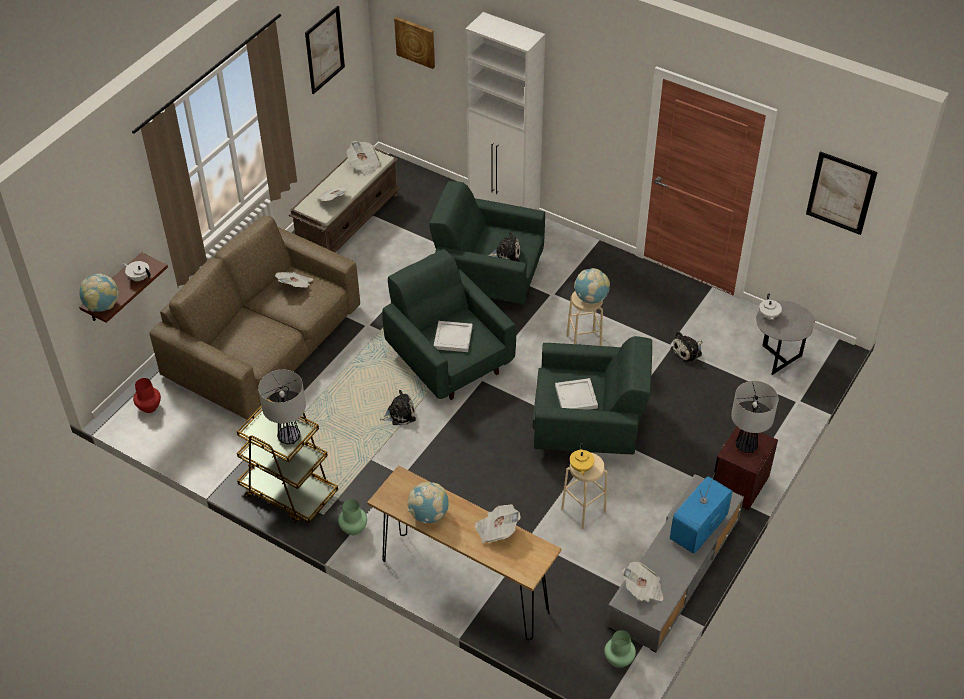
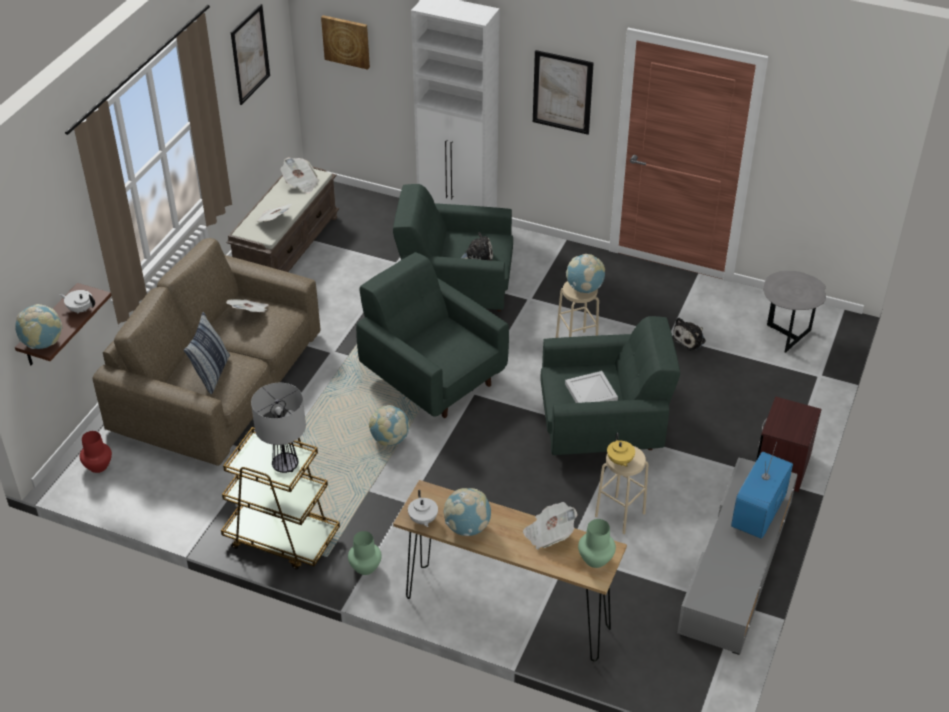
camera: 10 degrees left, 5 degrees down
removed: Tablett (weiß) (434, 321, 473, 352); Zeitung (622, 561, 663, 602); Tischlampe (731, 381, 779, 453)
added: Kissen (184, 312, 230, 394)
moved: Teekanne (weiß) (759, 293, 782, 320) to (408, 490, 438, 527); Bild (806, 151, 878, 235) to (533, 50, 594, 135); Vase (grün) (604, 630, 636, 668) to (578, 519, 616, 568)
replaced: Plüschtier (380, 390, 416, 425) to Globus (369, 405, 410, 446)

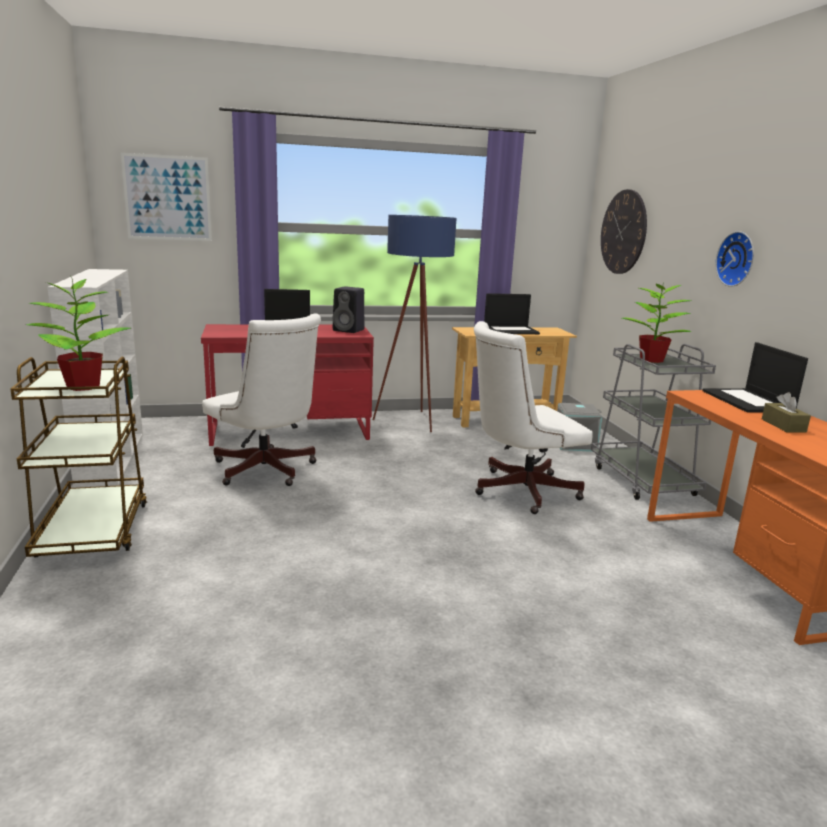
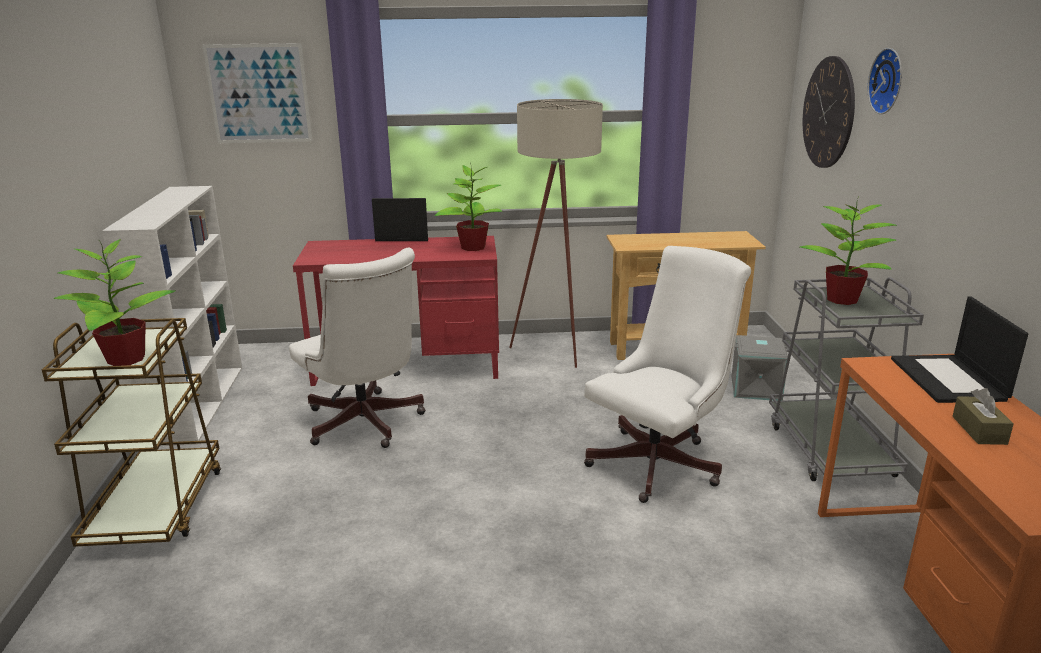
camera: 10 degrees right, 5 degrees up
removed: Laptop (484, 293, 540, 334)
moved: Wanduhr (715, 231, 754, 287) to (868, 48, 902, 114)
replaced: Lautsprecher (schwarz) (333, 286, 364, 333) to Topfpflanze (435, 163, 503, 251)
recoloured: Stehlampe (blau) (372, 215, 456, 432) to Stehlampe (beige) (509, 99, 603, 368)
turned: Bürostuhl (weiß) (474, 321, 593, 514) = (584, 246, 751, 503) 150 degrees clockwise

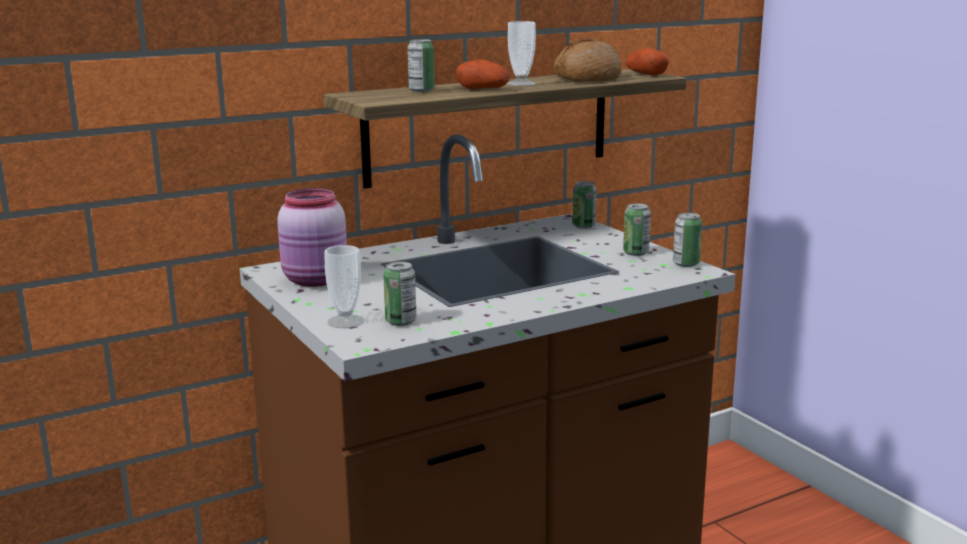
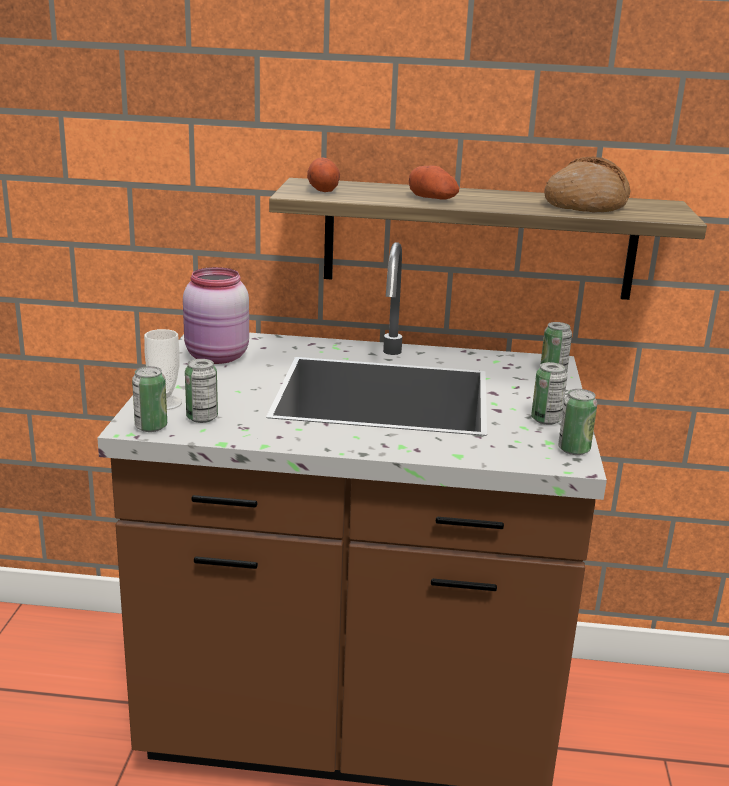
camera: 35 degrees right, 5 degrees up
removed: Tasse (507, 21, 536, 86)
moved: Dose (407, 39, 435, 92) to (132, 366, 167, 432); Kartoffel (625, 48, 668, 76) to (307, 157, 340, 192)

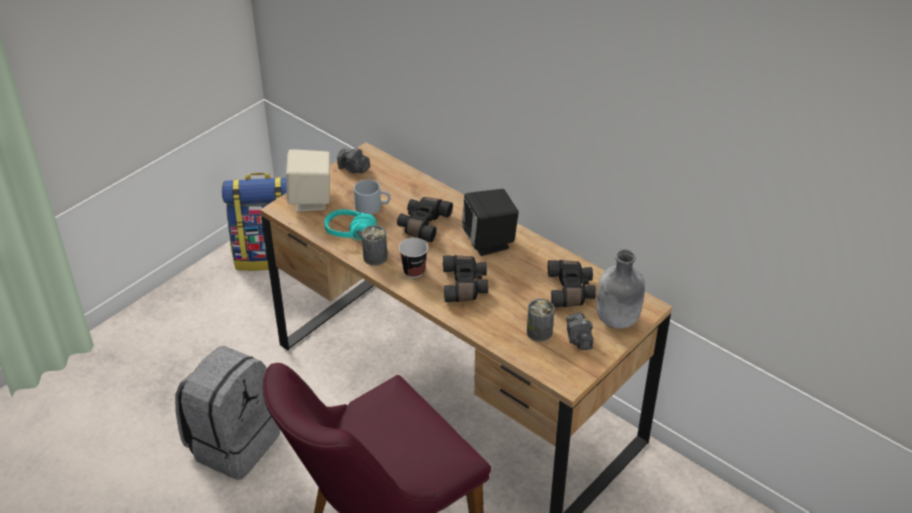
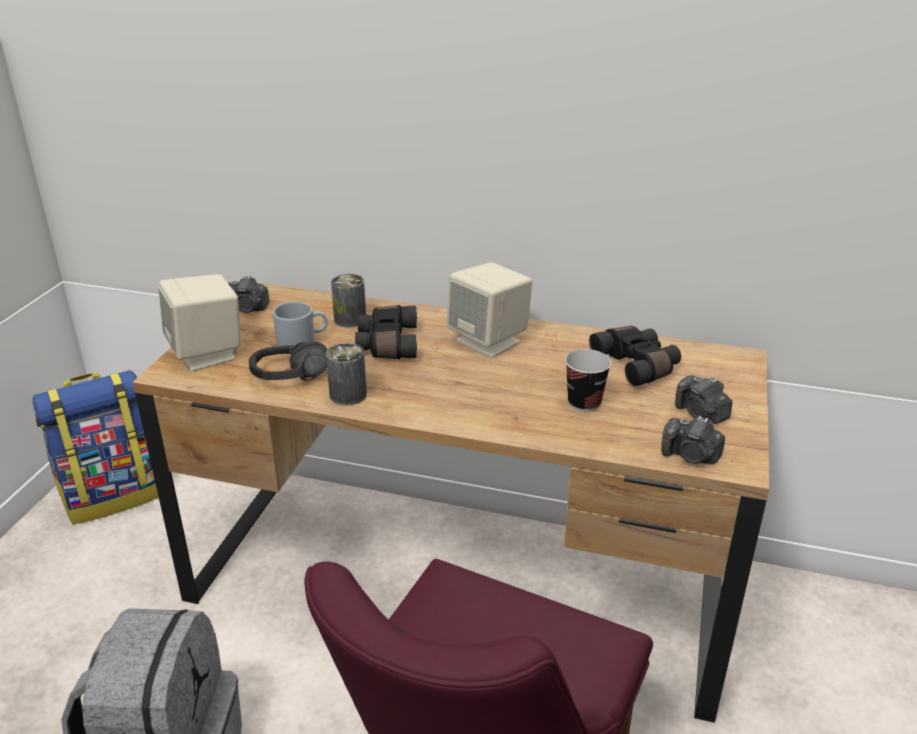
camera: 25 degrees left, 10 degrees down
removed: Fernglas (schwarz) (443, 255, 488, 302); Flasche (grau) (596, 250, 645, 329)
added: Kamera (661, 416, 725, 464)
moved: Dose (527, 299, 554, 342) to (331, 274, 366, 328); Tasse (399, 238, 428, 278) to (565, 349, 611, 412)
recoloured: Kopfhörer (türkis) (324, 209, 376, 240) to Kopfhörer (schwarz) (249, 341, 328, 381); Lautsprecher (schwarz) (461, 189, 519, 256) to Lautsprecher (beige) (446, 262, 532, 358)

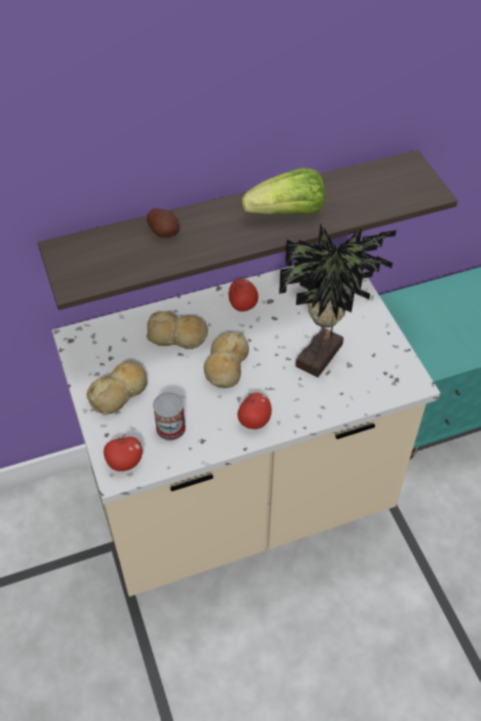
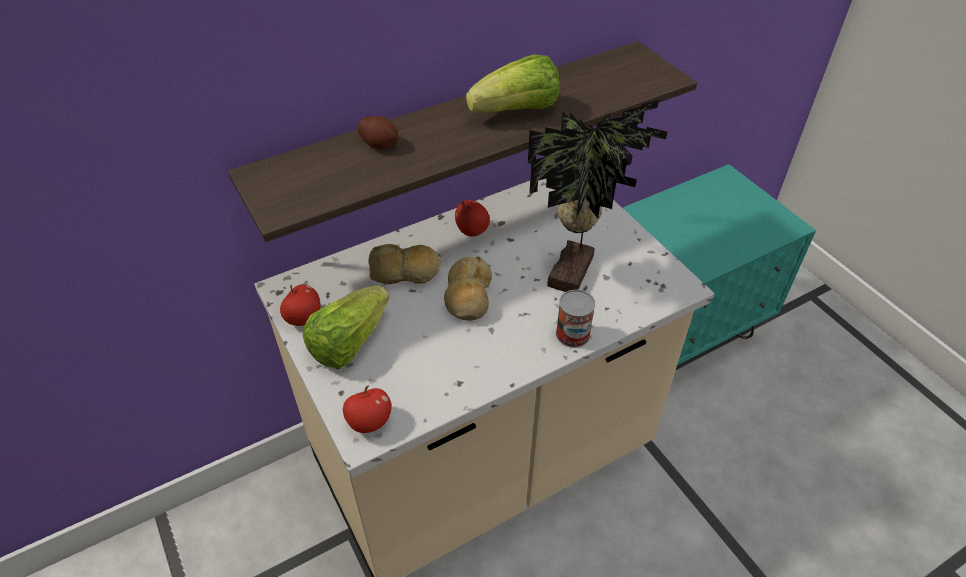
camera: 10 degrees left, 5 degrees down
moved: Apfel (238, 393, 272, 429) to (280, 285, 321, 326); Dose (153, 392, 186, 441) to (556, 290, 595, 348)
replaced: Brot (87, 361, 147, 415) to Salatkopf (302, 285, 390, 369)

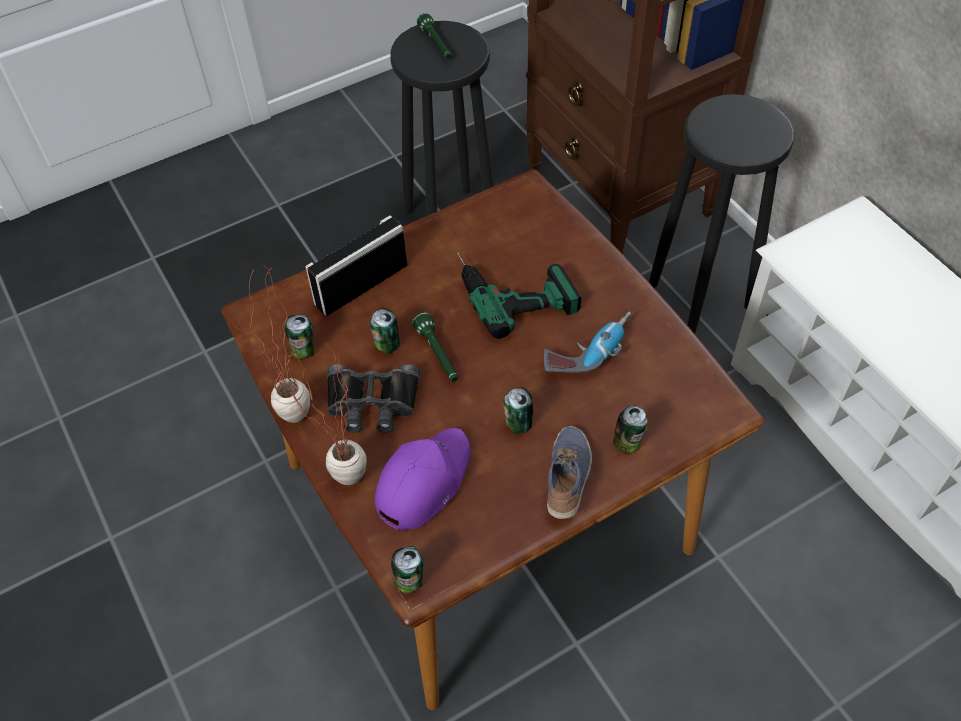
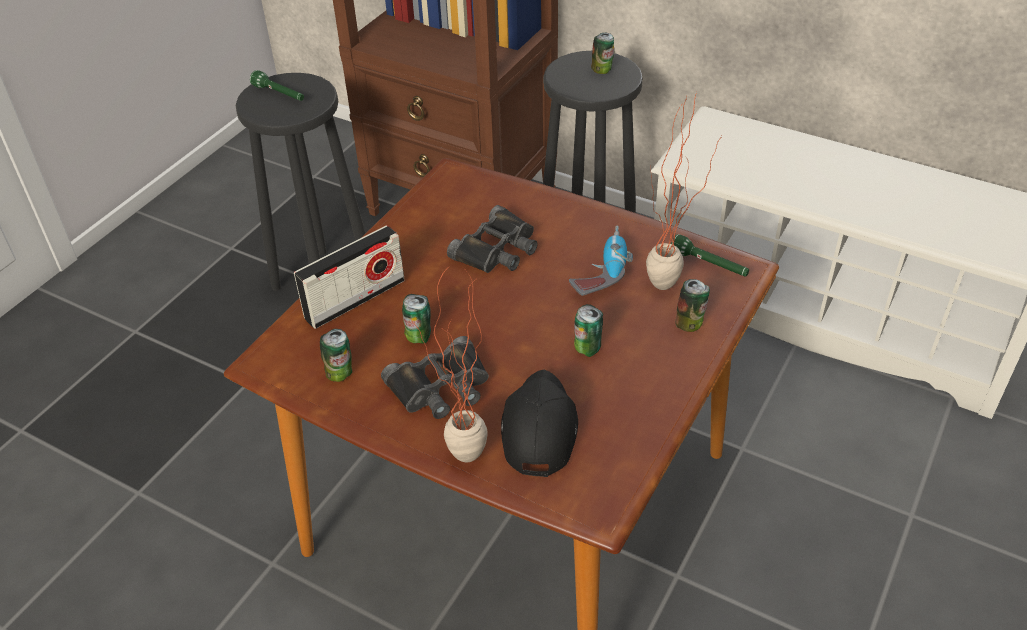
camera: 30 degrees left, 10 degrees down
removed: Schuh (547, 426, 592, 519)
moved: Dose (391, 546, 424, 593) to (591, 33, 614, 74); Topfpflanze (234, 265, 310, 423) to (646, 92, 722, 290); Taschenlampe (grün) (412, 312, 458, 382) to (671, 234, 749, 276)
replaced: Bohrmaschine (457, 252, 582, 339) to Fernglas (schwarz) (447, 205, 537, 273)
recoloured: Kappe (lila) (375, 428, 471, 530) to Kappe (schwarz) (501, 370, 578, 477)
turned: Radio (305, 215, 407, 316) = (294, 225, 405, 329) 150 degrees counterclockwise

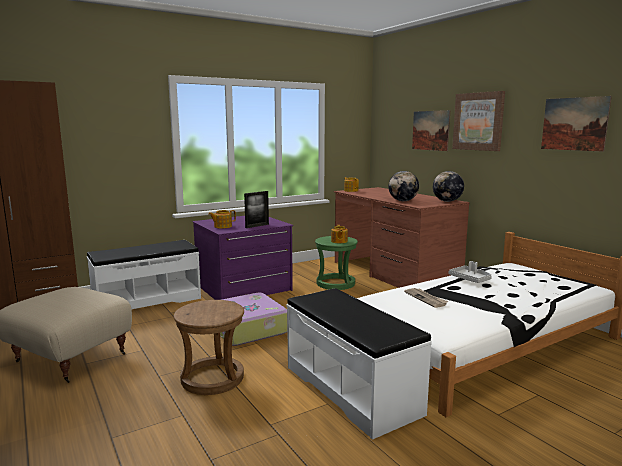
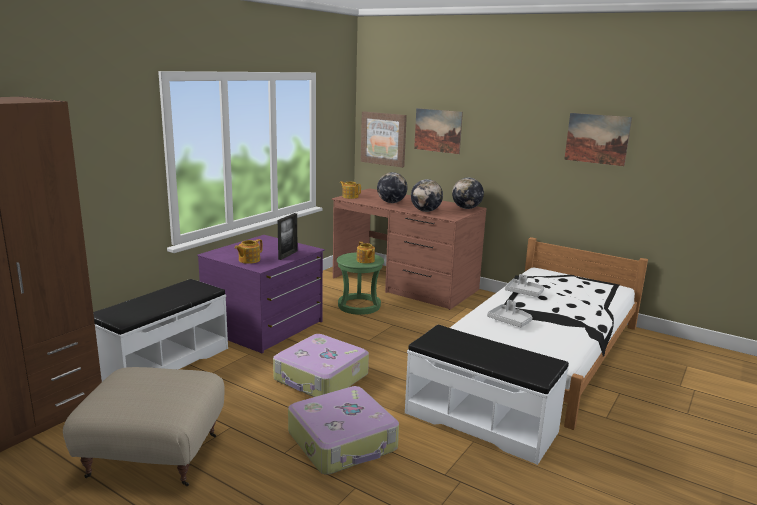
camera: 25 degrees left, 5 degrees up
added: Globus (377, 172, 408, 203)
moved: Bild (452, 91, 505, 151) to (361, 112, 407, 167)
replaced: Hocker (braun) (173, 300, 244, 395) to Koffer (288, 386, 399, 475); Zeitung (404, 288, 449, 308) to Tablett (grau) (487, 300, 533, 327)

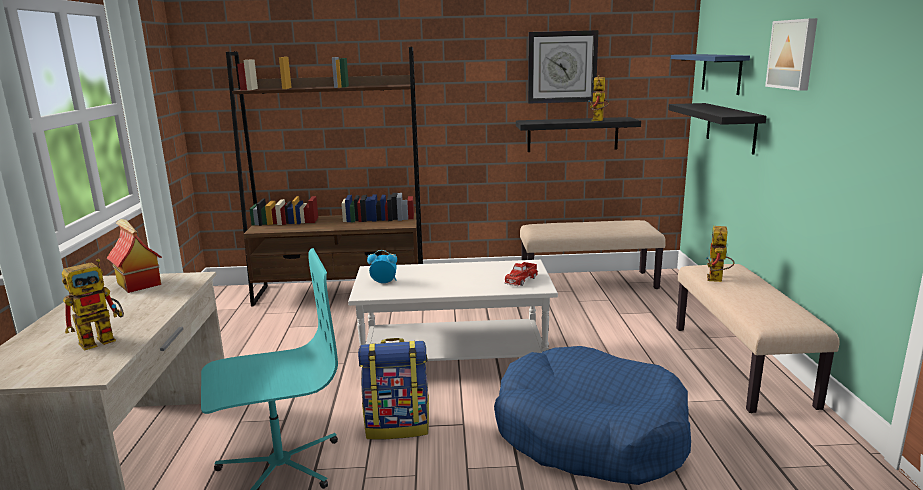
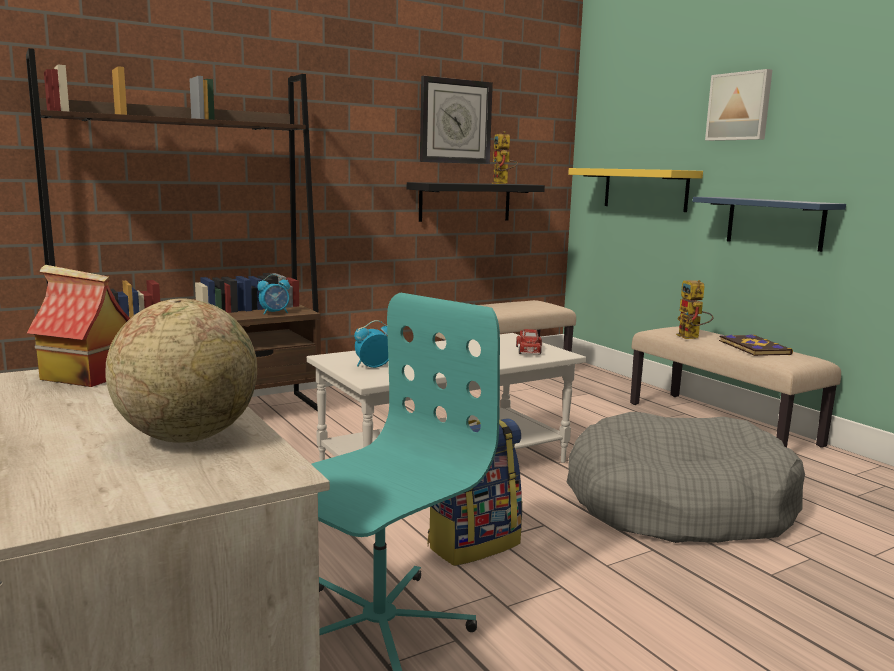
camera: 30 degrees left, 5 degrees down
added: Wecker (257, 274, 290, 315); Buch (719, 335, 793, 356)
moved: Wandregal (blau) (671, 54, 750, 95) to (692, 197, 846, 252)
replaced: Spielzeugroboter (62, 259, 124, 350) to Globus (105, 298, 257, 443)
recoloured: Hundebett (blau) (494, 346, 691, 485) to Hundebett (grau) (566, 412, 805, 543); Wandregal (schwarz) (668, 103, 767, 155) to Wandregal (gelb) (568, 168, 703, 212)

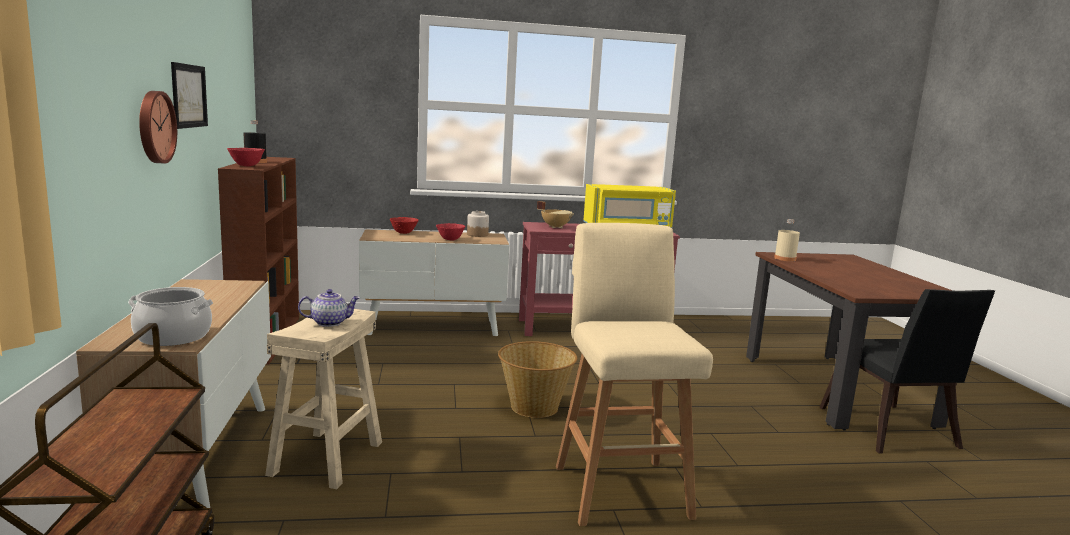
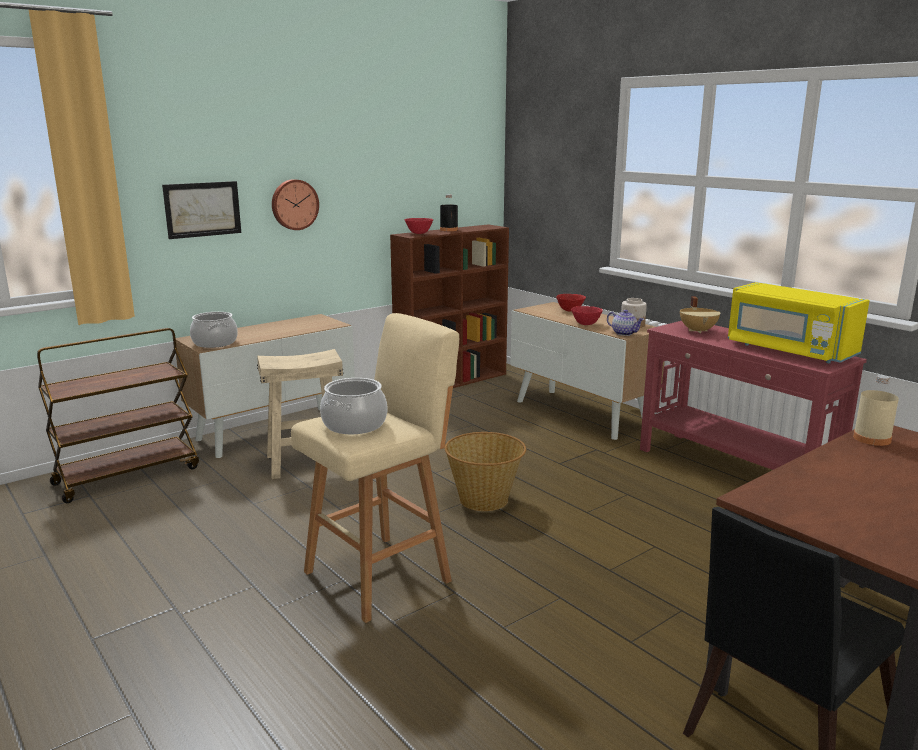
camera: 60 degrees right, 5 degrees up
added: Kochtopf (320, 378, 387, 434)
moved: Bild (171, 62, 208, 129) to (162, 181, 241, 239); Teekanne (298, 289, 360, 327) to (607, 310, 644, 336)

